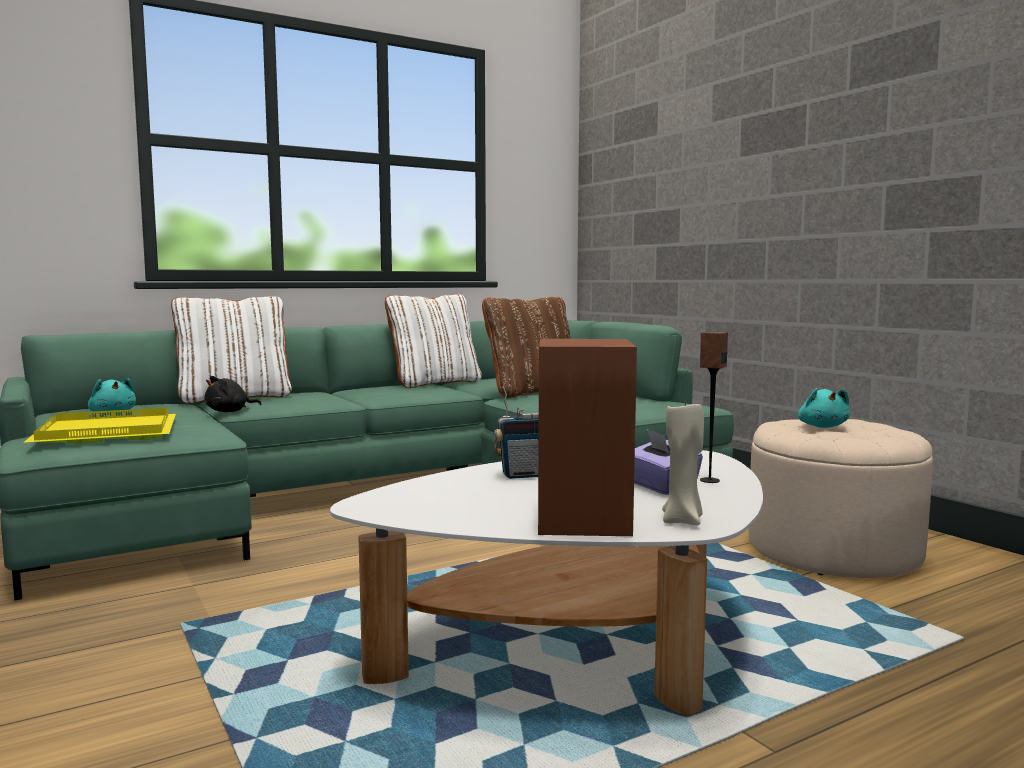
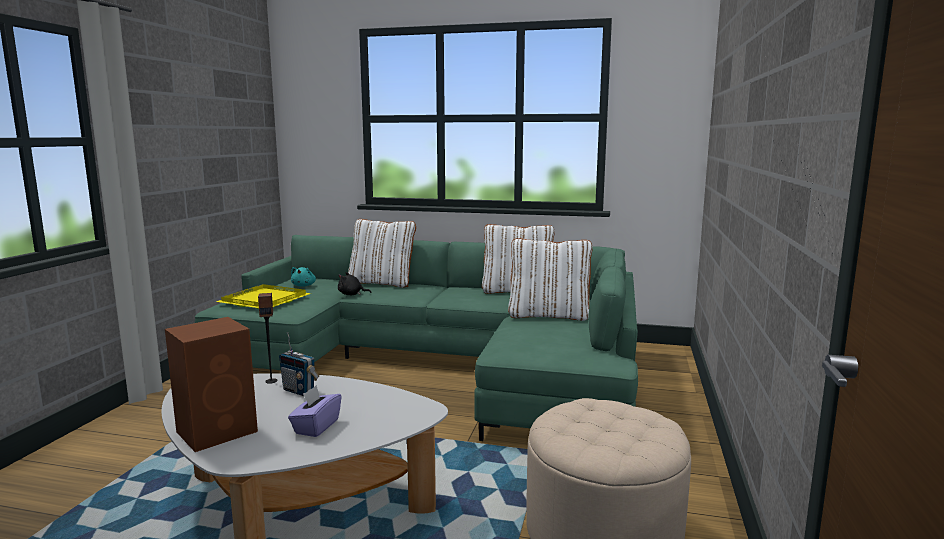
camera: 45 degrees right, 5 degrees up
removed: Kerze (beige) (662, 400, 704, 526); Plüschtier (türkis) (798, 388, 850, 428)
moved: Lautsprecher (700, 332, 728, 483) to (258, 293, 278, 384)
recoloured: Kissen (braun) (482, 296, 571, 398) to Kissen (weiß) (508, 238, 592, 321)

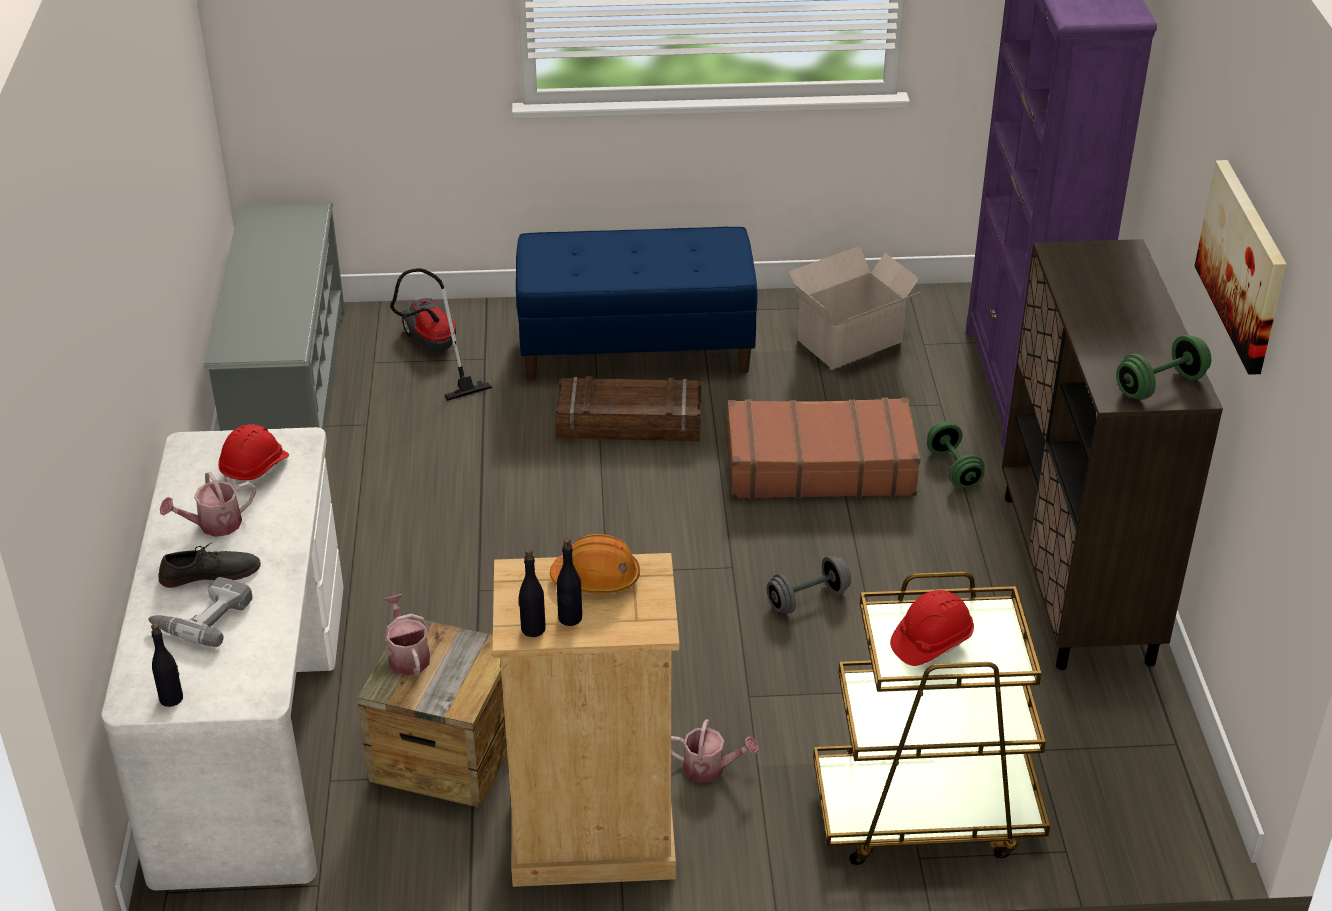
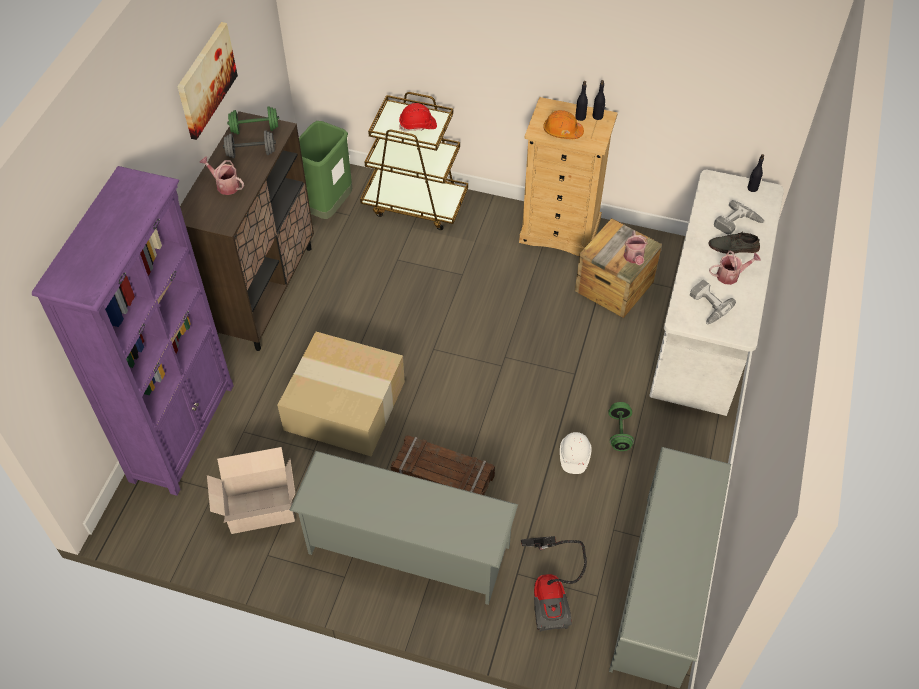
camera: 160 degrees left, 15 degrees up
added: Mülleimer (grün) (299, 121, 352, 219); Schutzhelm (weiß) (560, 432, 592, 474)
moved: Gießkanne (671, 719, 759, 783) to (199, 156, 244, 195); Hantel (grau) (767, 556, 851, 613) to (223, 130, 276, 158); Hantel (grün) (927, 421, 985, 488) to (609, 402, 634, 451)
replaced: Koffer (braun) (727, 398, 921, 499) to Karton (277, 332, 405, 456); Bank (blau) (516, 227, 758, 381) to Schuhregal (grau) (289, 451, 518, 605); Schutzhelm (rot) (218, 424, 289, 490) to Bohrmaschine (690, 280, 736, 324)

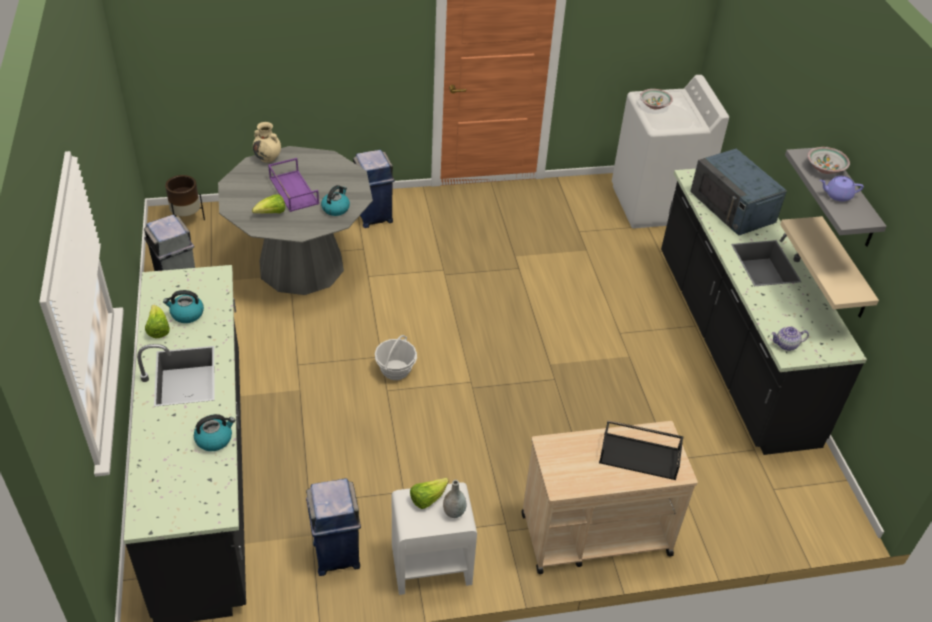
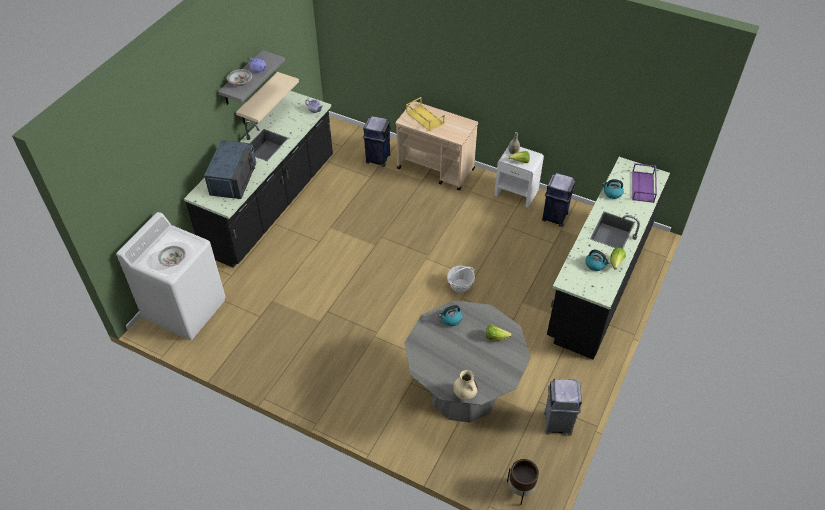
camera: 140 degrees left, 5 degrees up
moved: Mülleimer (blau) (353, 150, 395, 228) to (363, 116, 391, 167); Tablett (lila) (268, 158, 319, 212) to (632, 163, 657, 203)
recoloured: Tablett (schwarz) (599, 420, 684, 480) to Tablett (gelb) (406, 97, 445, 131)

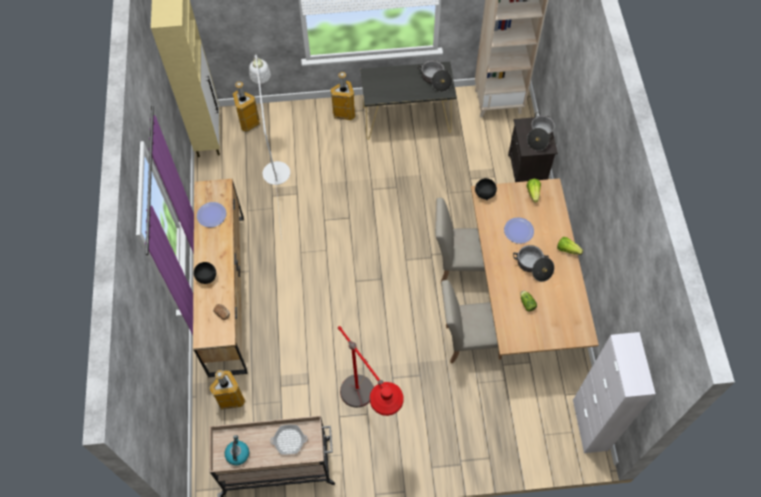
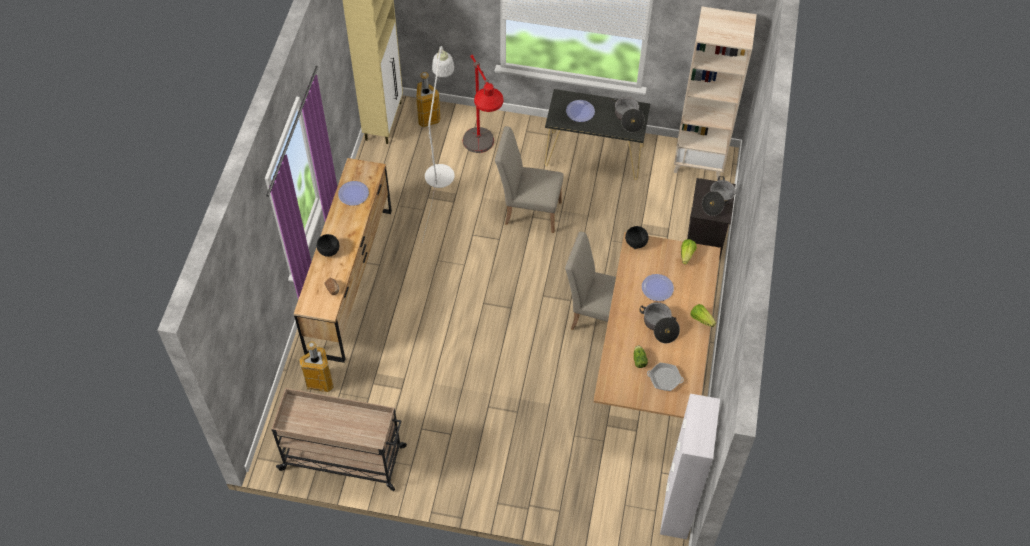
camera: 15 degrees right, 5 degrees down
removed: Wasserkessel (224, 435, 249, 465); Mülleimer (330, 72, 356, 120)
added: Teller (566, 100, 595, 122)
moved: Stehlampe (rot) (338, 326, 404, 416) to (463, 55, 503, 153); Stuhl (beige) (441, 280, 502, 363) to (495, 126, 564, 233); Pfanne (270, 425, 308, 455) to (647, 363, 684, 391)

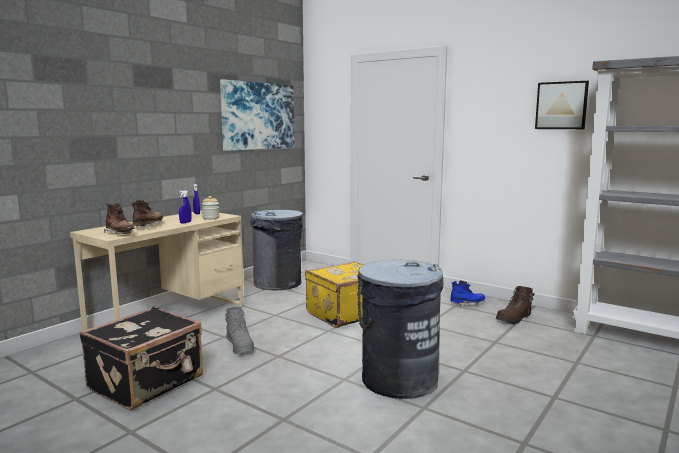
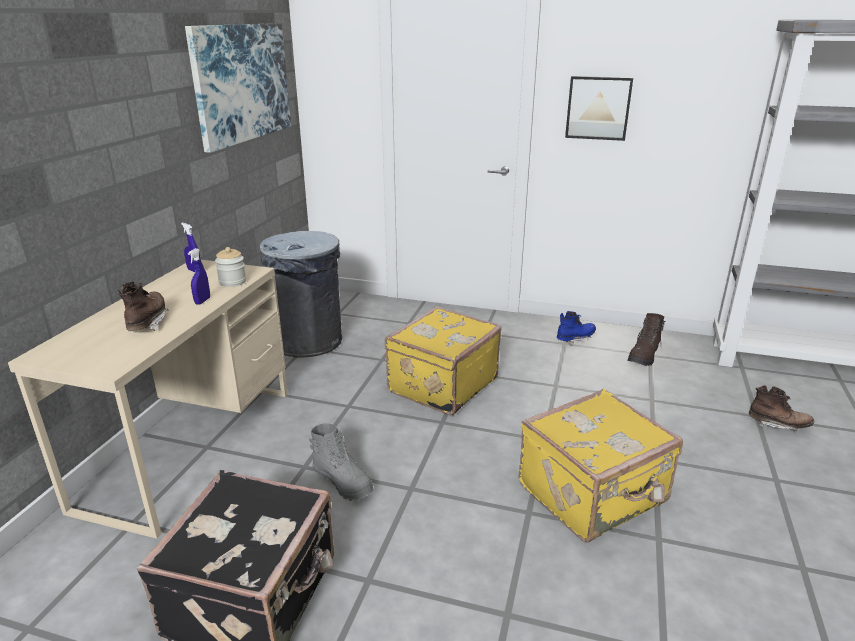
camera: 20 degrees left, 15 degrees up
moved: Bild (535, 81, 589, 129) to (565, 76, 633, 141); Stiefel (braun) (104, 203, 135, 234) to (749, 385, 814, 431)
replaced: Mülleimer (grau) (357, 260, 444, 399) to Koffer (gelb) (519, 388, 683, 543)

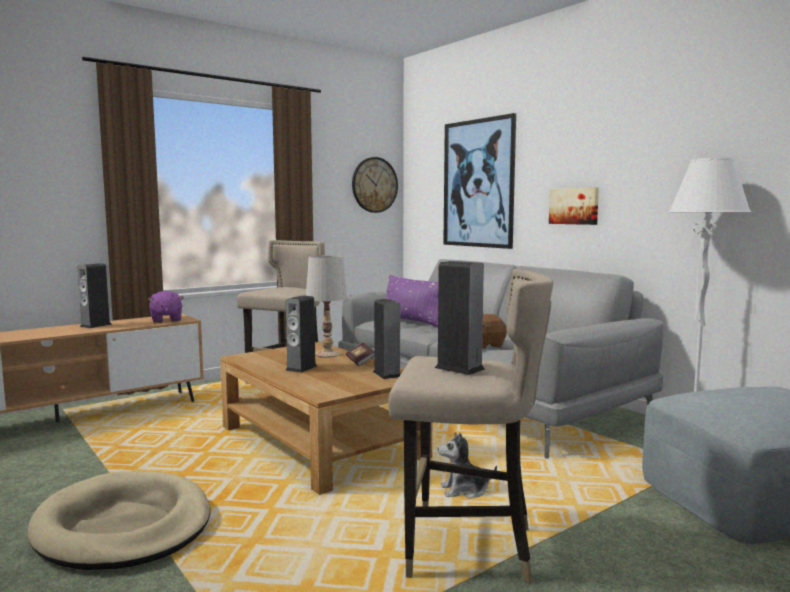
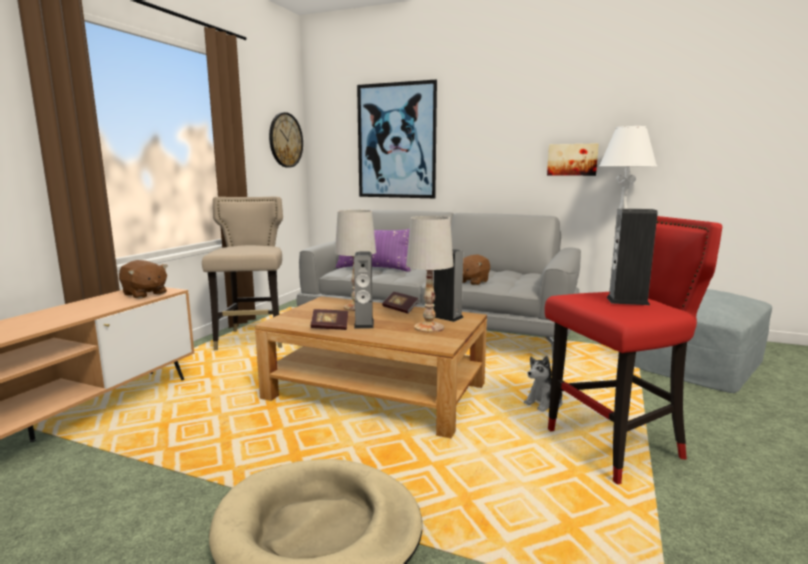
camera: 30 degrees left, 5 degrees up
removed: Lautsprecher (78, 263, 112, 328)
added: Buch (311, 309, 348, 330); Tischlampe (weiß) (406, 216, 454, 332)
moved: Bild (549, 187, 599, 225) to (547, 143, 599, 176)
recoloured: Plüschtier (lila) (148, 291, 184, 323) to Plüschtier (braun) (119, 260, 168, 299); Hocker (beige) (388, 269, 553, 584) to Hocker (rot) (545, 216, 722, 485)

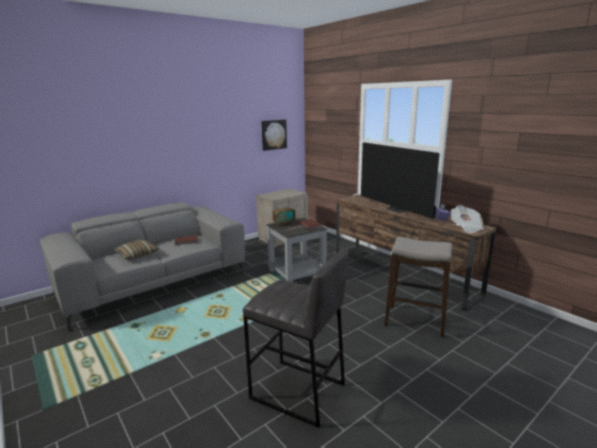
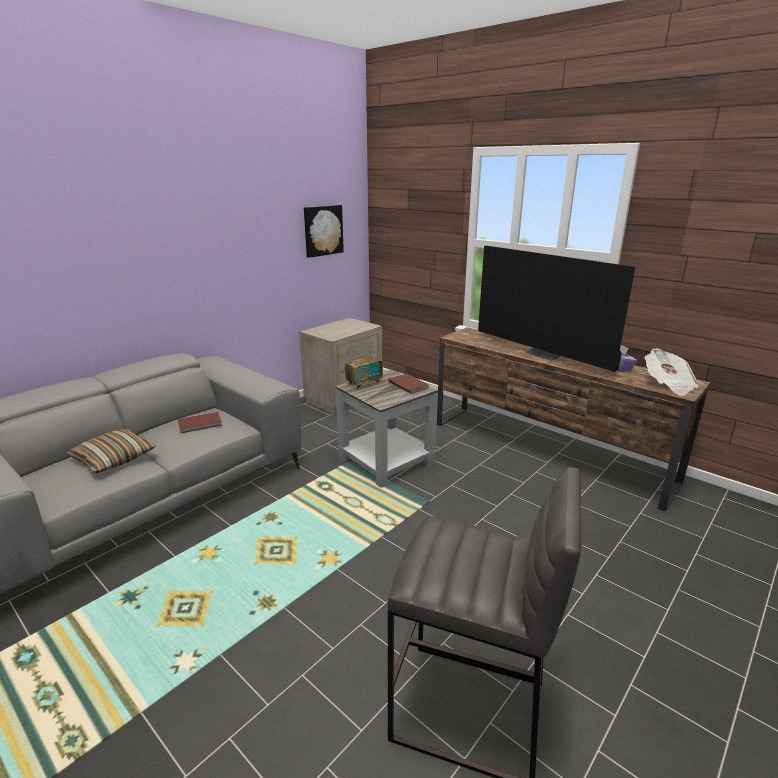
camera: 10 degrees left, 5 degrees up
removed: Hocker (384, 237, 452, 338)

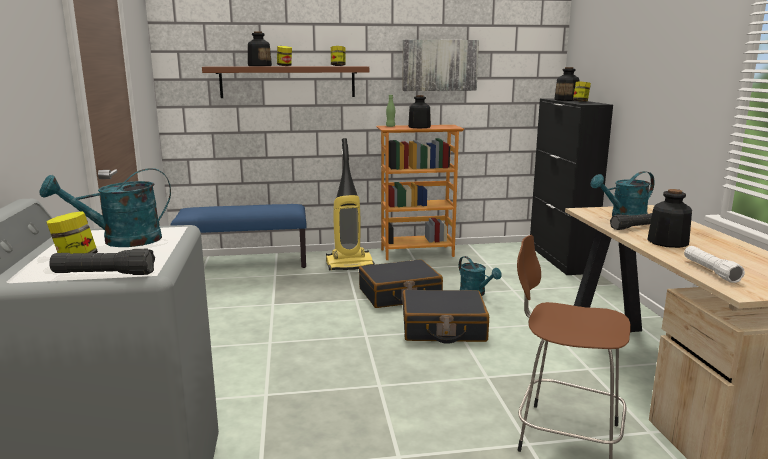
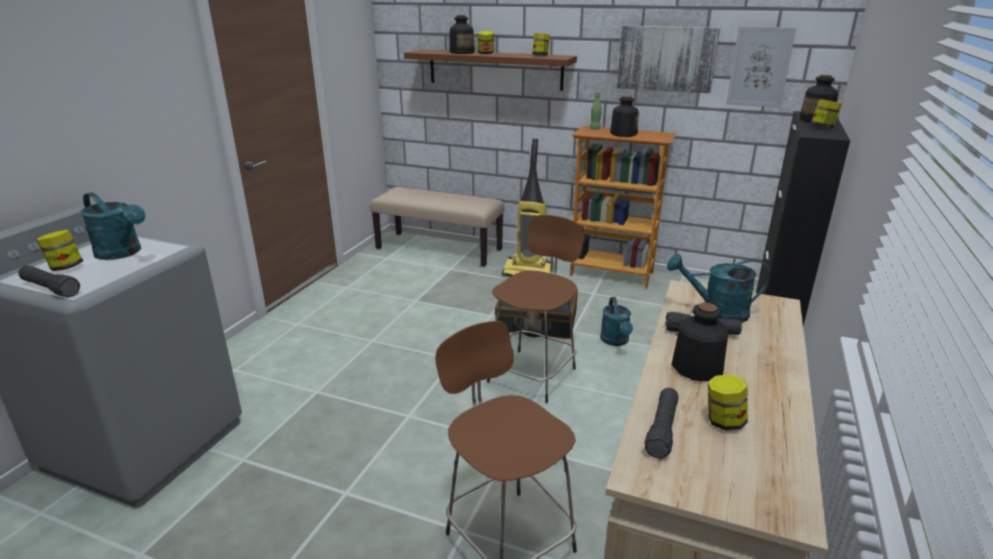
camera: 30 degrees right, 10 degrees up
added: Vorratsglas (708, 375, 748, 430); Bild (726, 26, 796, 108)
replaced: Koffer (schwarz) (402, 290, 489, 344) to Hocker (braun) (487, 215, 584, 403)
recoloured: Bank (blau) (170, 204, 307, 268) to Bank (beige) (370, 187, 505, 267); Taschenlampe (weiß) (684, 246, 745, 283) to Taschenlampe (schwarz) (645, 388, 679, 459)
turned: Gießkanne (türkis) (39, 168, 171, 247) = (80, 192, 146, 260) 150 degrees counterclockwise

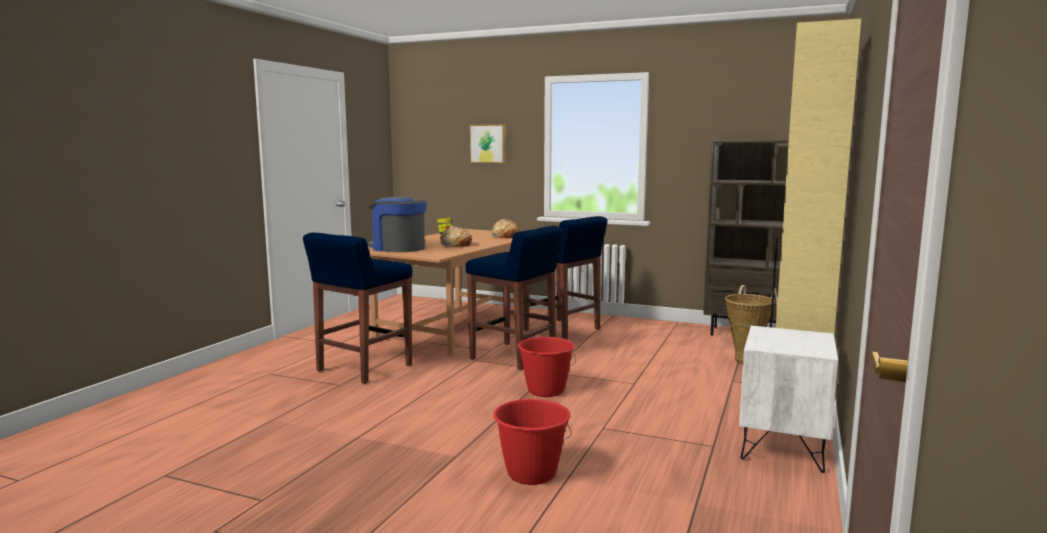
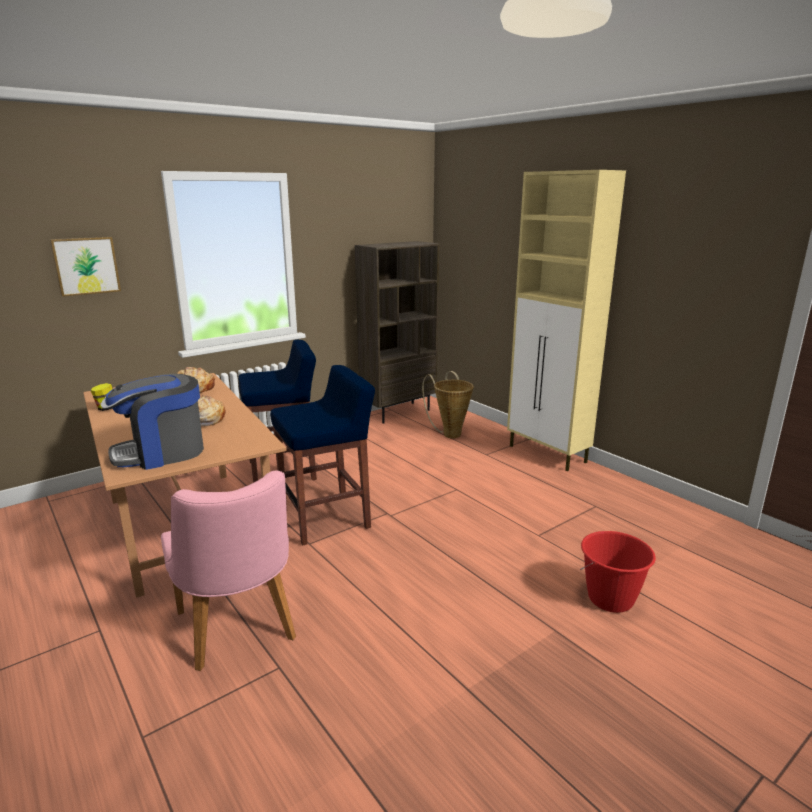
camera: 60 degrees left, 10 degrees up
removed: Eimer (rot) (518, 337, 576, 397); Nachttisch (weiß) (739, 326, 838, 473)
replaced: Hocker (blau) (303, 232, 412, 384) to Stuhl (rosa) (161, 471, 296, 671)

